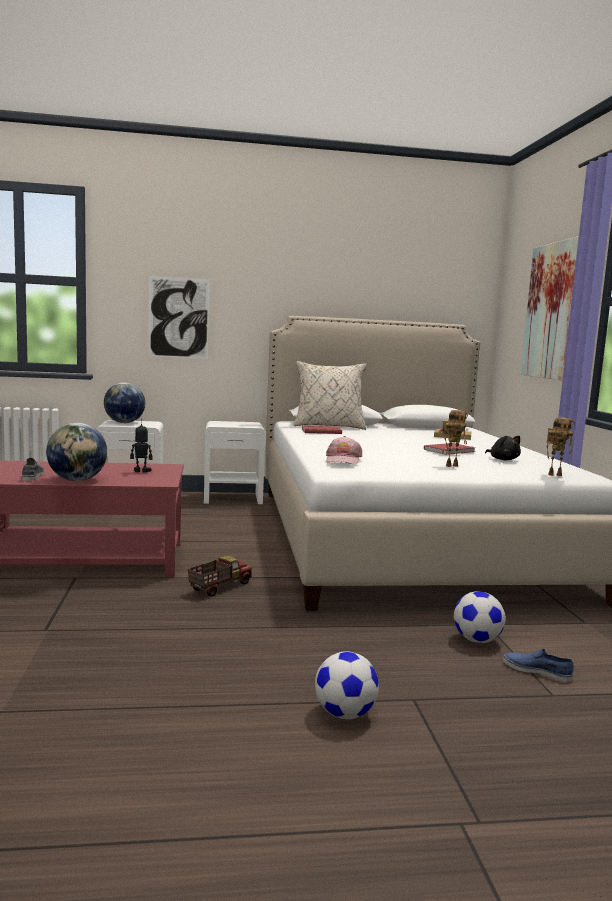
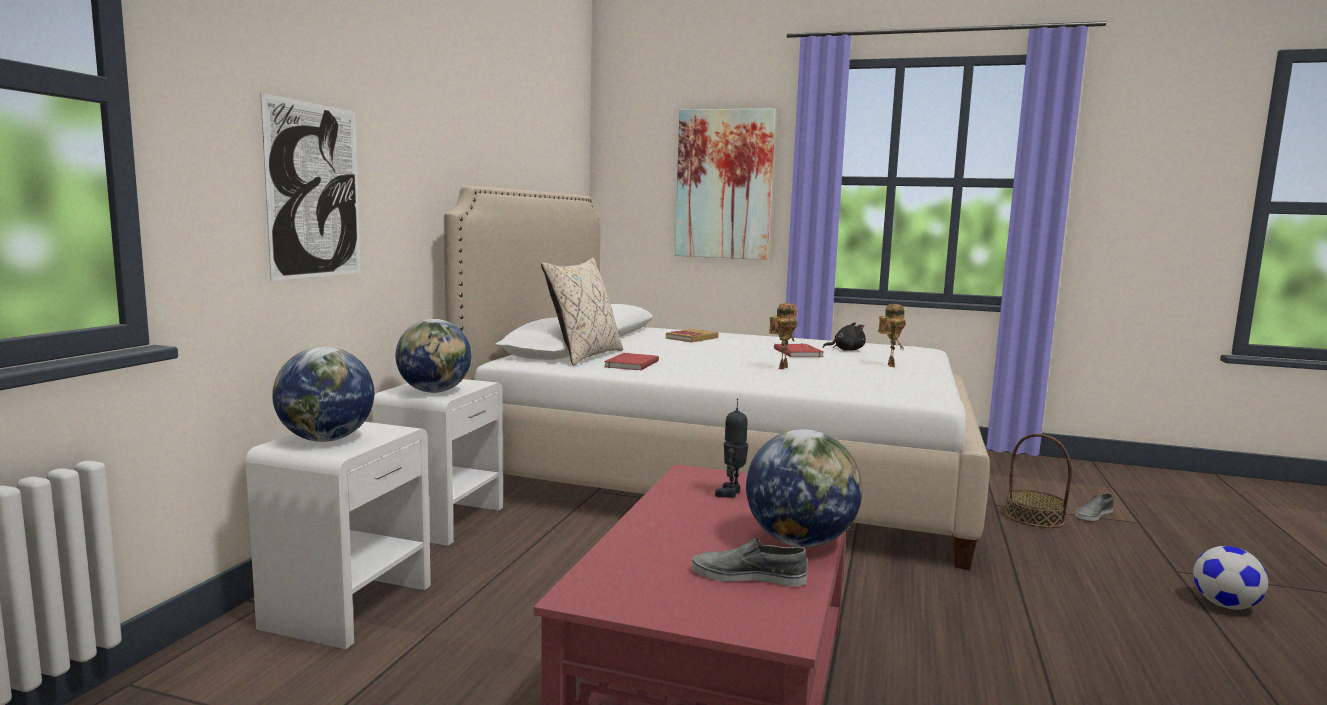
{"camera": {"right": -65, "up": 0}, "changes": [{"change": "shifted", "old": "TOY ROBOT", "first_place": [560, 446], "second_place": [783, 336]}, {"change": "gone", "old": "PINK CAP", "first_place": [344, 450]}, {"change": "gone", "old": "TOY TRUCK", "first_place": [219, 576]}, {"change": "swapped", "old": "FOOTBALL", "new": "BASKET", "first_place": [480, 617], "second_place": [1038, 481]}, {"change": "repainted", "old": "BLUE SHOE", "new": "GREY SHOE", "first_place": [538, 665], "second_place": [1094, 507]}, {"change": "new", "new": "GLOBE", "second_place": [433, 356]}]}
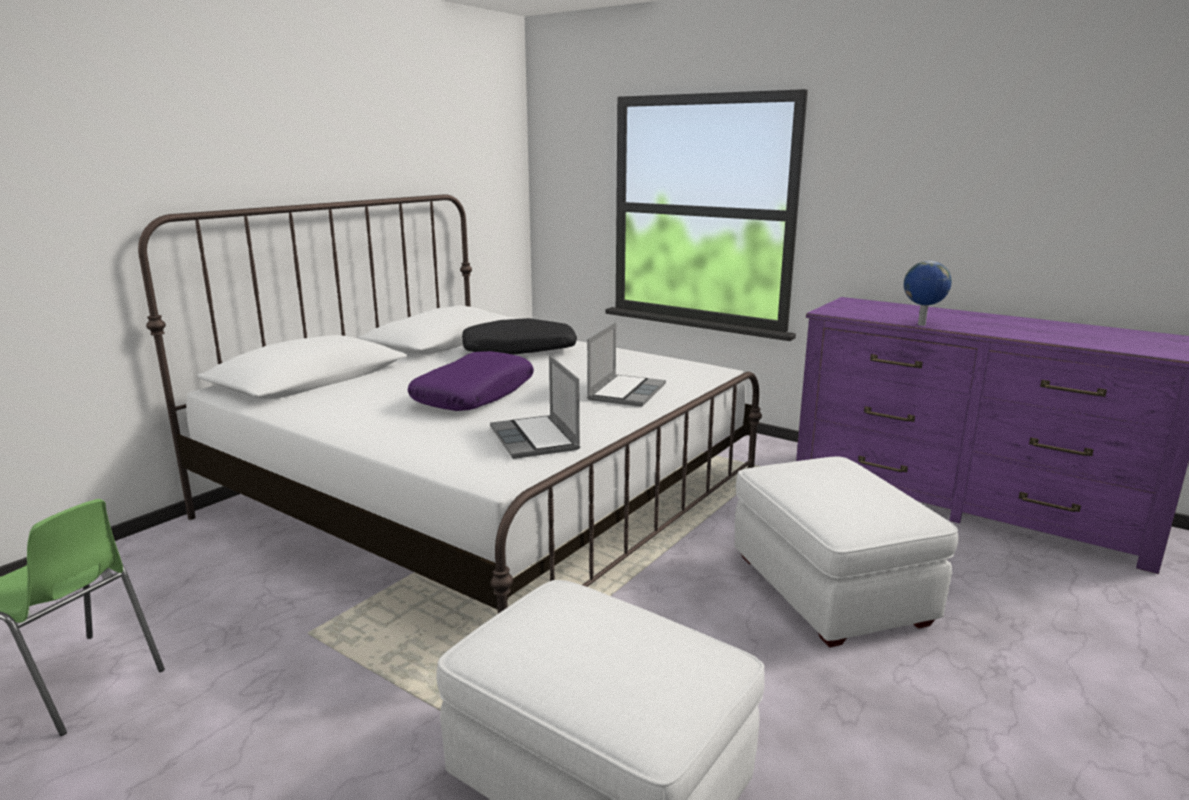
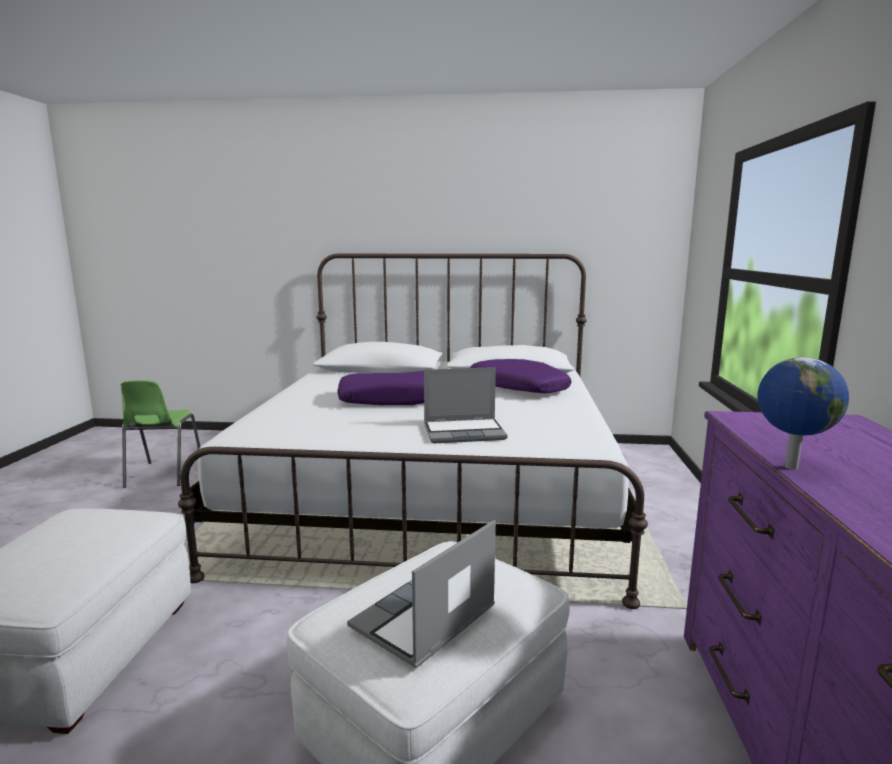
{"camera": {"right": 60, "up": -5}, "changes": [{"change": "repainted", "old": "BLACK PILLOW", "new": "PURPLE PILLOW", "first_place": [519, 336], "second_place": [520, 376]}, {"change": "shifted", "old": "LAPTOP", "first_place": [535, 407], "second_place": [421, 594]}]}
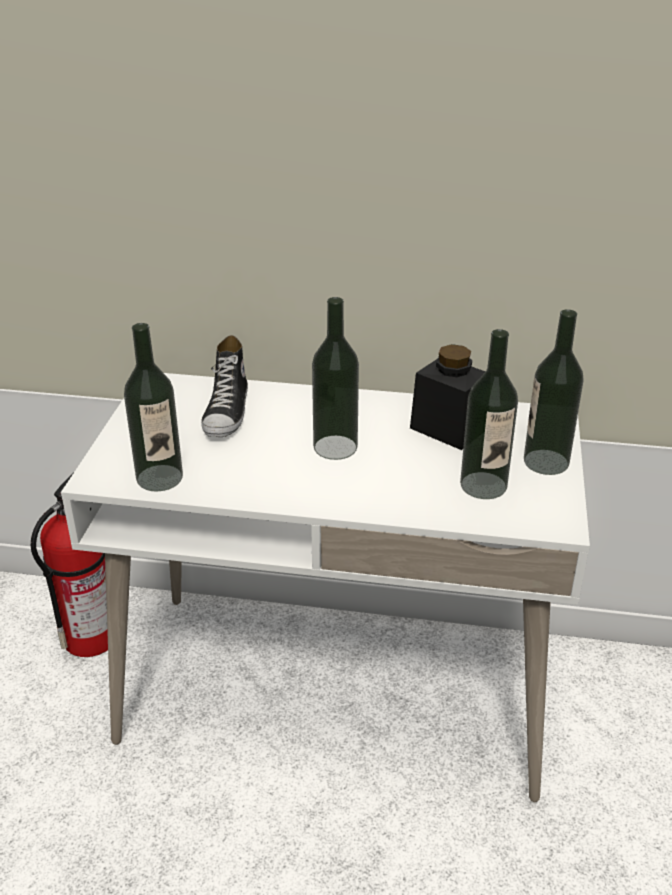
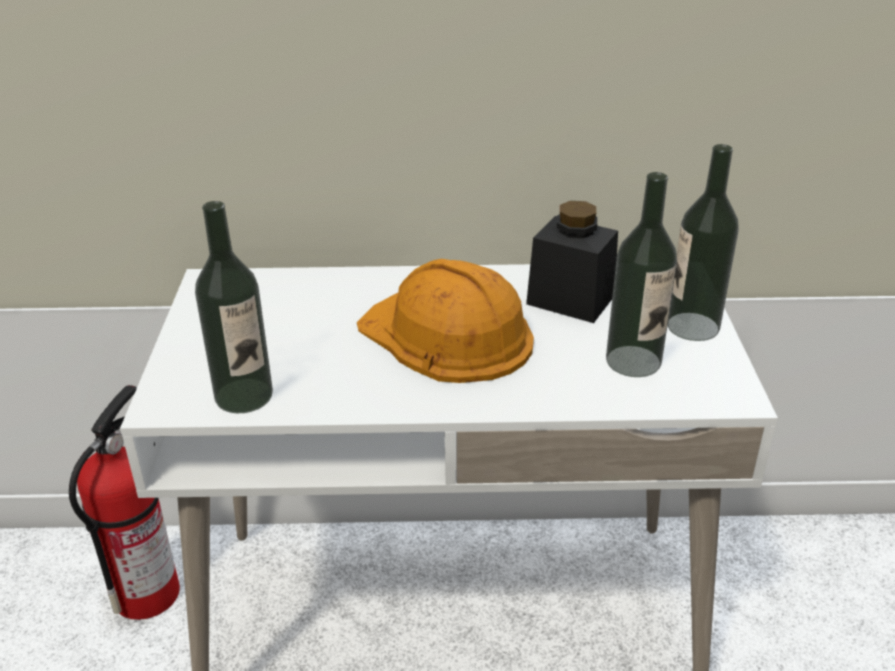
{"camera": {"right": -10, "up": 0}, "changes": [{"change": "swapped", "old": "BOTTLE", "new": "ORANGE HARD HAT", "first_place": [335, 378], "second_place": [445, 321]}, {"change": "gone", "old": "SHOE", "first_place": [224, 386]}]}
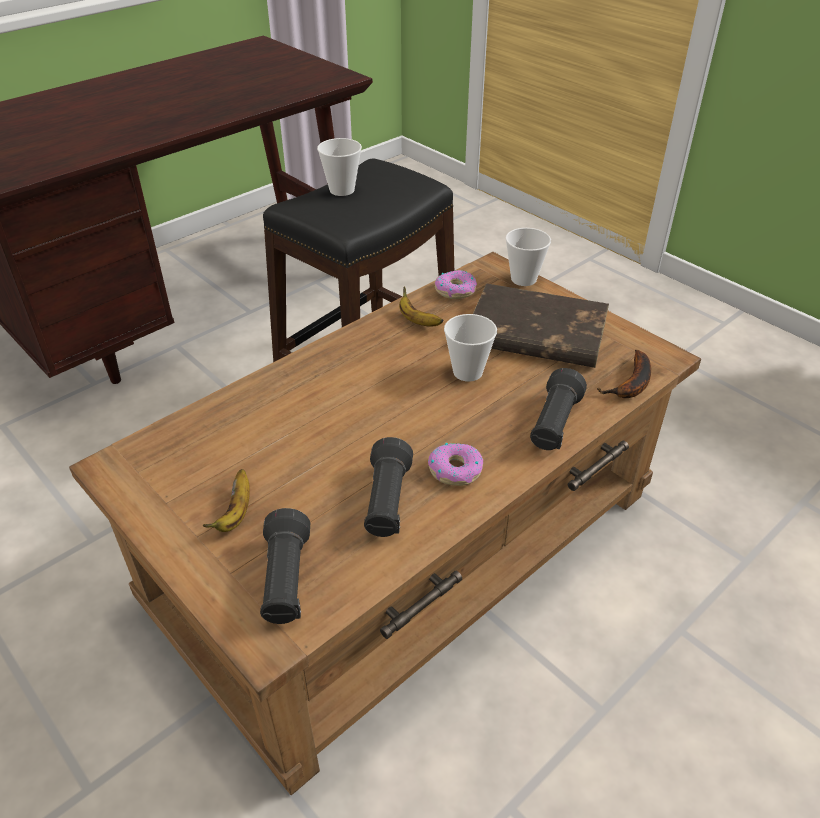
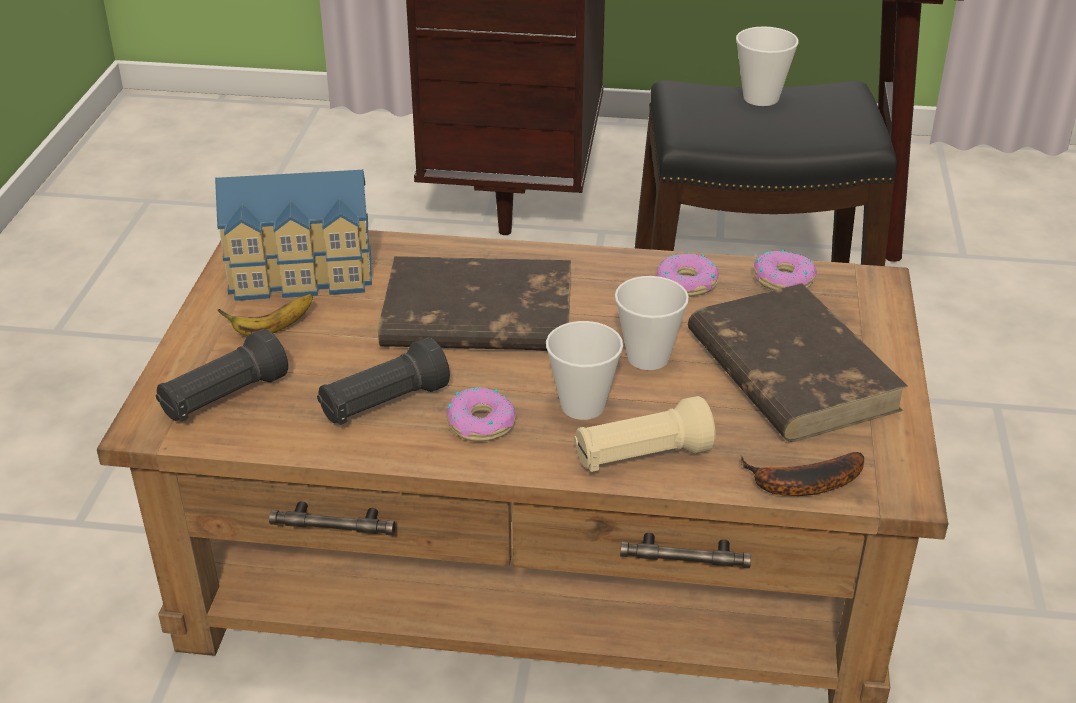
{"camera": {"right": 50, "up": -5}, "changes": [{"change": "shifted", "old": "CUP", "first_place": [528, 257], "second_place": [584, 370]}, {"change": "swapped", "old": "BANANA", "new": "DONUT", "first_place": [421, 307], "second_place": [688, 274]}, {"change": "repainted", "old": "BLACK FLASHLIGHT", "new": "BEIGE FLASHLIGHT", "first_place": [558, 409], "second_place": [645, 434]}, {"change": "new", "new": "TOY HOUSE", "second_place": [293, 235]}, {"change": "new", "new": "BROWN BOOK", "second_place": [474, 303]}]}
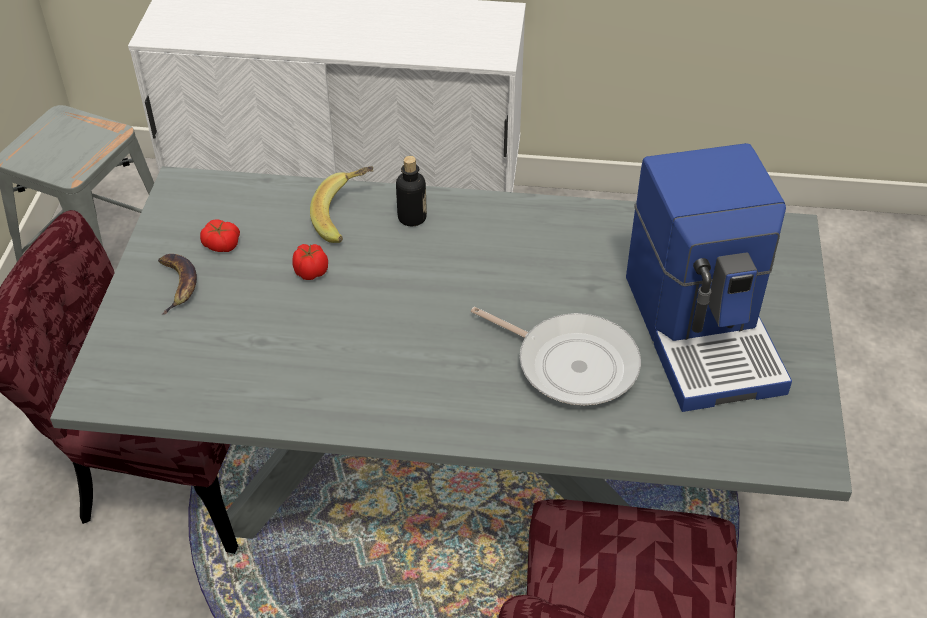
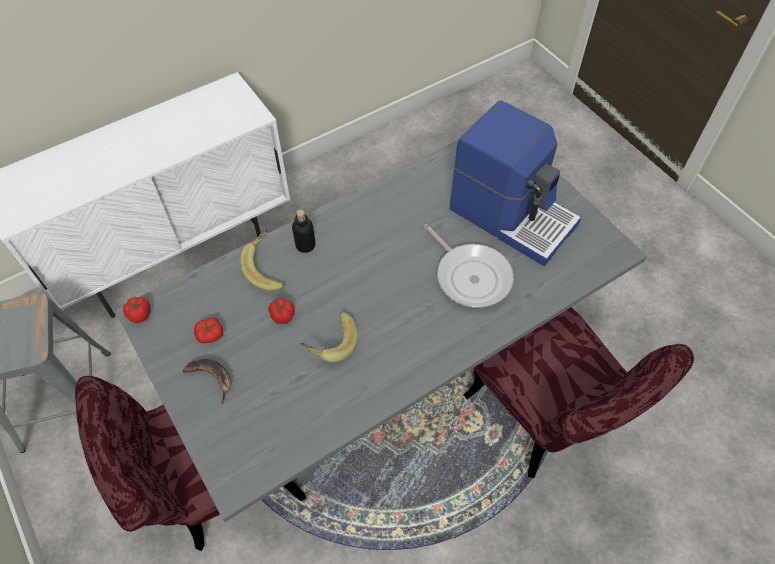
{"camera": {"right": -40, "up": 10}, "changes": [{"change": "rotated", "old": "FRYING PAN", "first_place": [556, 356], "second_place": [468, 265], "degrees": 60}, {"change": "new", "new": "TOMATO", "second_place": [136, 310]}, {"change": "new", "new": "BANANA", "second_place": [329, 337]}]}
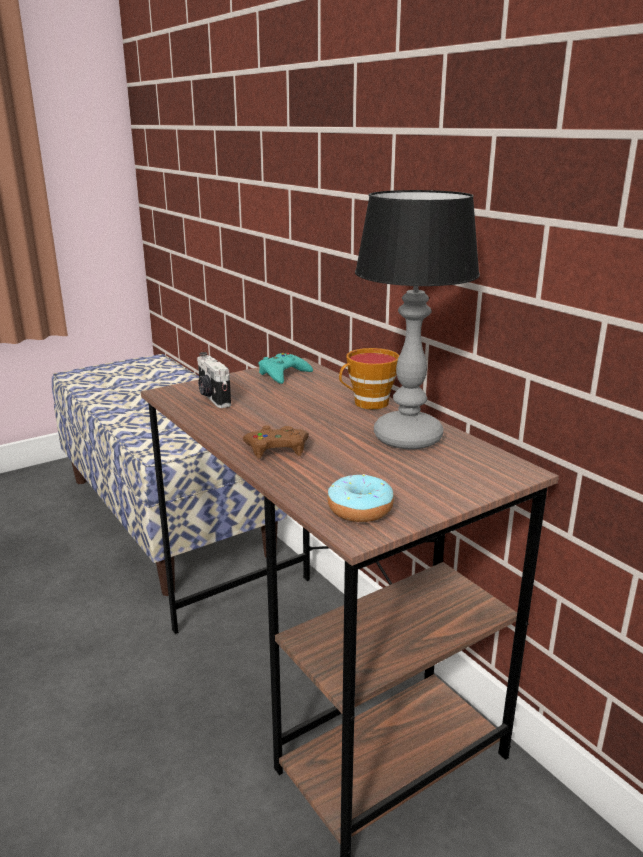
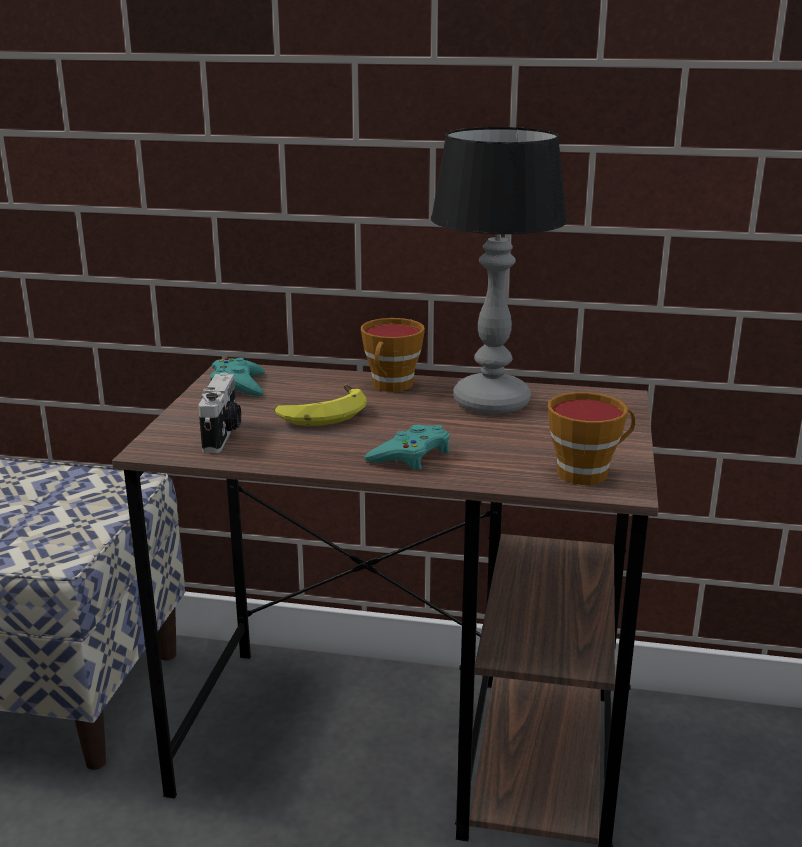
{"camera": {"right": -45, "up": 0}, "changes": [{"change": "rotated", "old": "PHOTO CAMERA", "first_place": [214, 380], "second_place": [219, 413], "degrees": -105}, {"change": "repainted", "old": "BROWN GAME CONTROLLER", "new": "TURQUOISE GAME CONTROLLER", "first_place": [276, 442], "second_place": [407, 447]}, {"change": "swapped", "old": "DONUT", "new": "CUP", "first_place": [360, 498], "second_place": [591, 438]}, {"change": "new", "new": "BANANA", "second_place": [320, 405]}]}
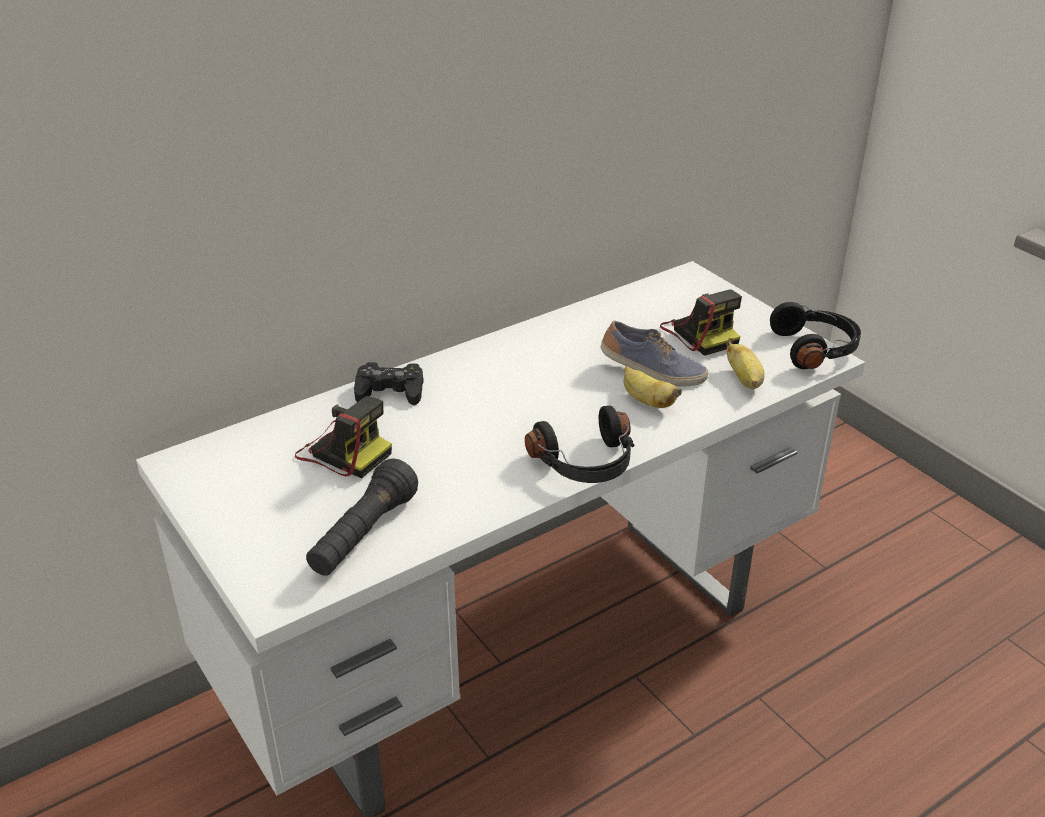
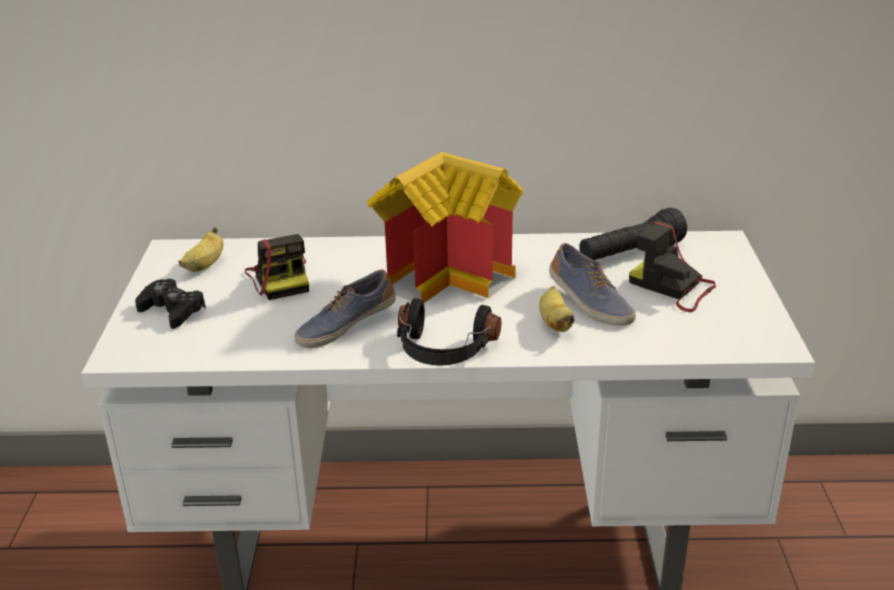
{"camera": {"right": 35, "up": -5}, "changes": [{"change": "rotated", "old": "PHOTO CAMERA", "first_place": [701, 322], "second_place": [672, 266], "degrees": 120}, {"change": "gone", "old": "BLACK HEADPHONES", "first_place": [815, 335]}, {"change": "shifted", "old": "BANANA", "first_place": [745, 363], "second_place": [200, 249]}, {"change": "shifted", "old": "BLACK GAME CONTROLLER", "first_place": [389, 383], "second_place": [170, 304]}, {"change": "shifted", "old": "BLACK FLASHLIGHT", "first_place": [362, 517], "second_place": [633, 234]}, {"change": "new", "new": "TOY HOUSE", "second_place": [445, 227]}, {"change": "new", "new": "SHOE", "second_place": [345, 308]}]}
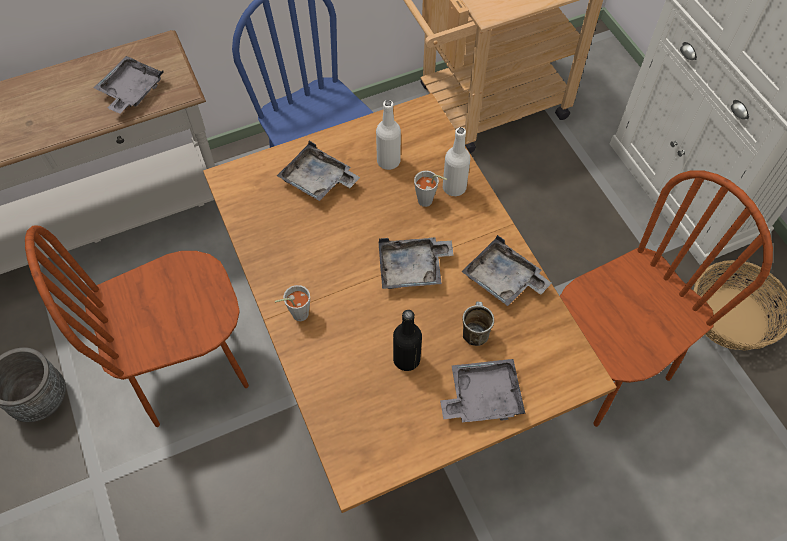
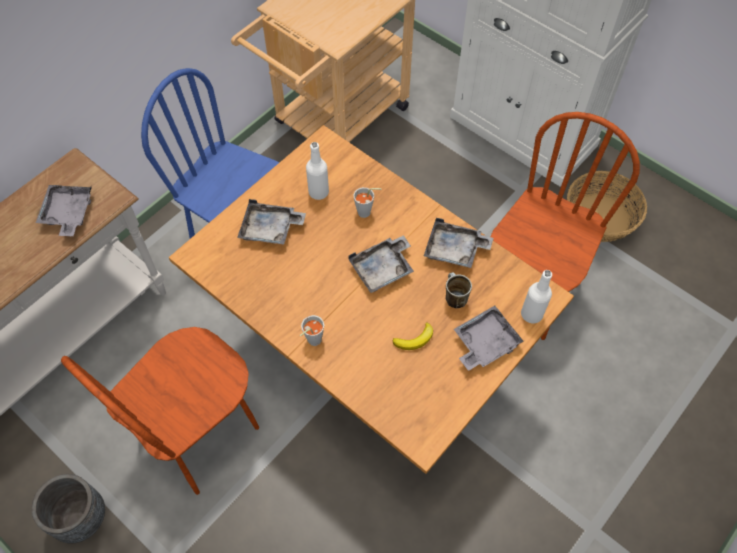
{"camera": {"right": -25, "up": 0}, "changes": [{"change": "shifted", "old": "WHITE BOTTLE", "first_place": [456, 161], "second_place": [536, 296]}, {"change": "swapped", "old": "BLACK BOTTLE", "new": "BANANA", "first_place": [407, 340], "second_place": [413, 336]}]}
